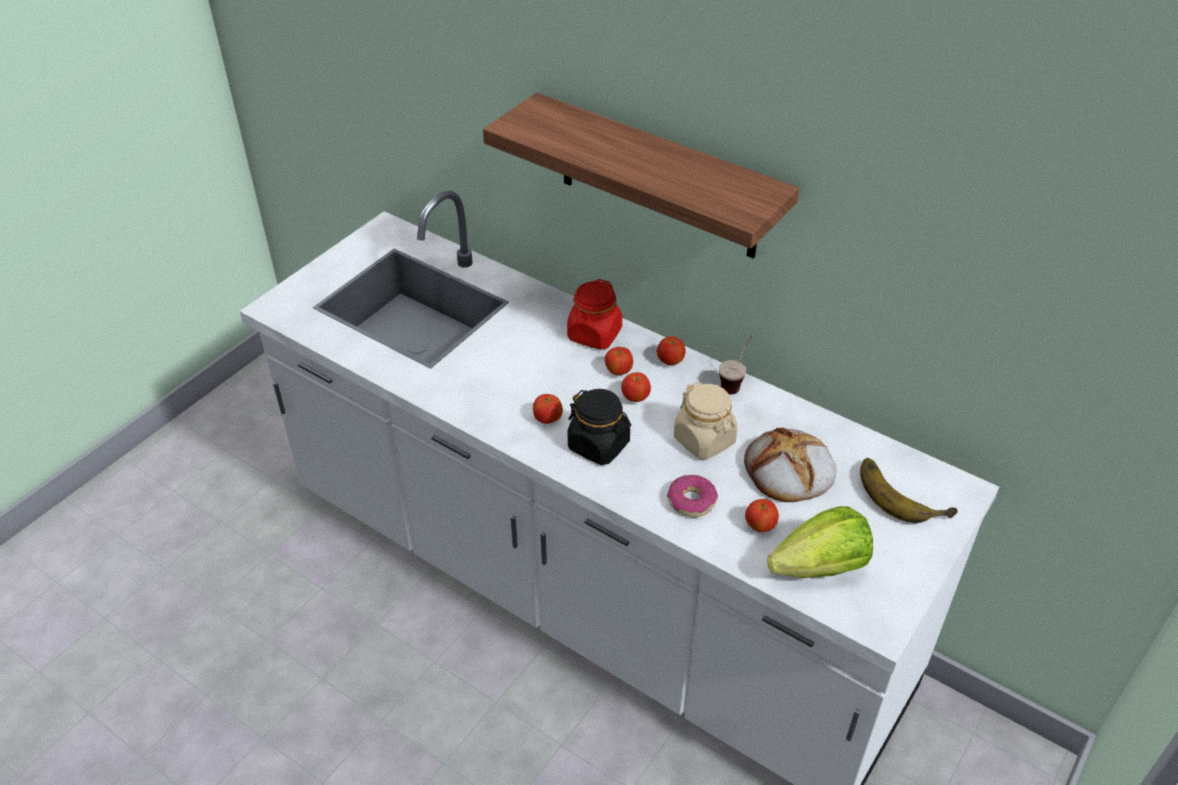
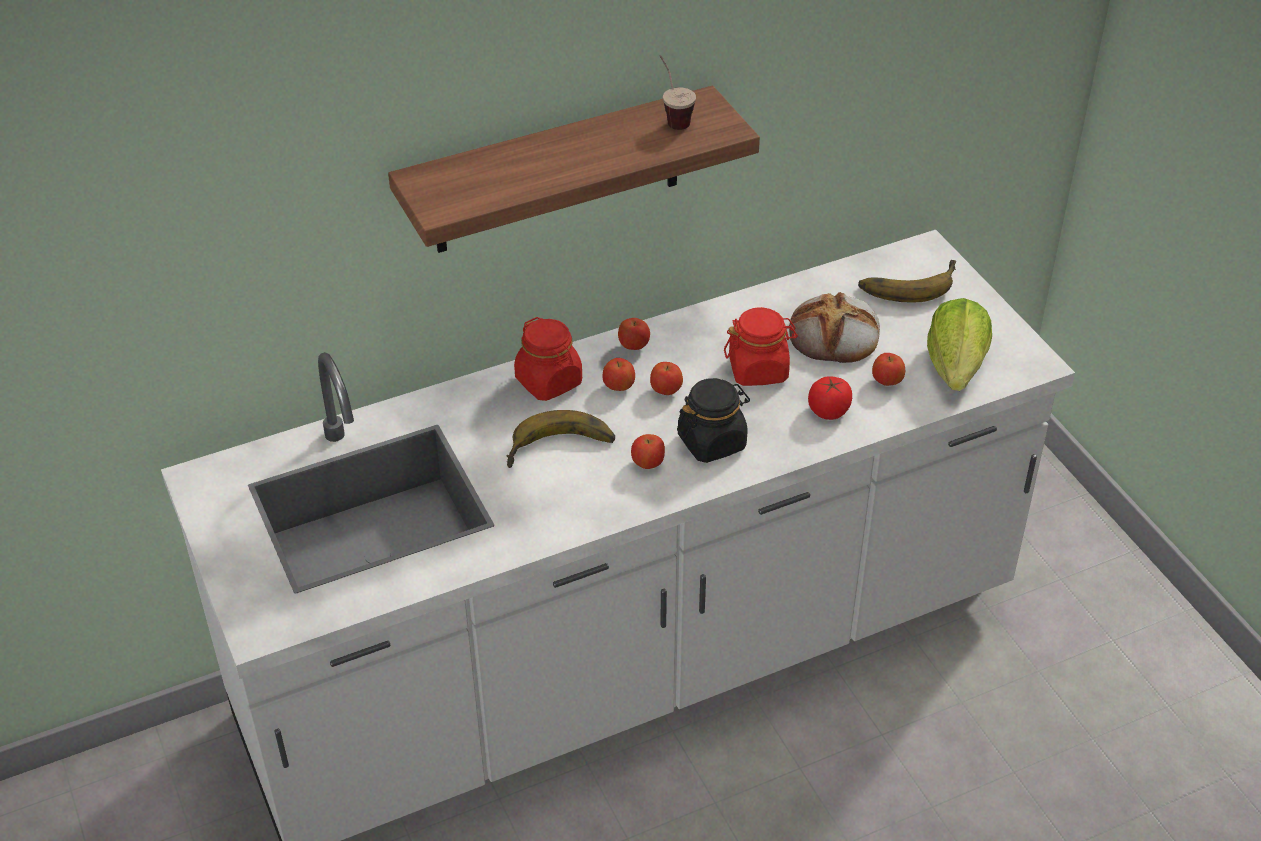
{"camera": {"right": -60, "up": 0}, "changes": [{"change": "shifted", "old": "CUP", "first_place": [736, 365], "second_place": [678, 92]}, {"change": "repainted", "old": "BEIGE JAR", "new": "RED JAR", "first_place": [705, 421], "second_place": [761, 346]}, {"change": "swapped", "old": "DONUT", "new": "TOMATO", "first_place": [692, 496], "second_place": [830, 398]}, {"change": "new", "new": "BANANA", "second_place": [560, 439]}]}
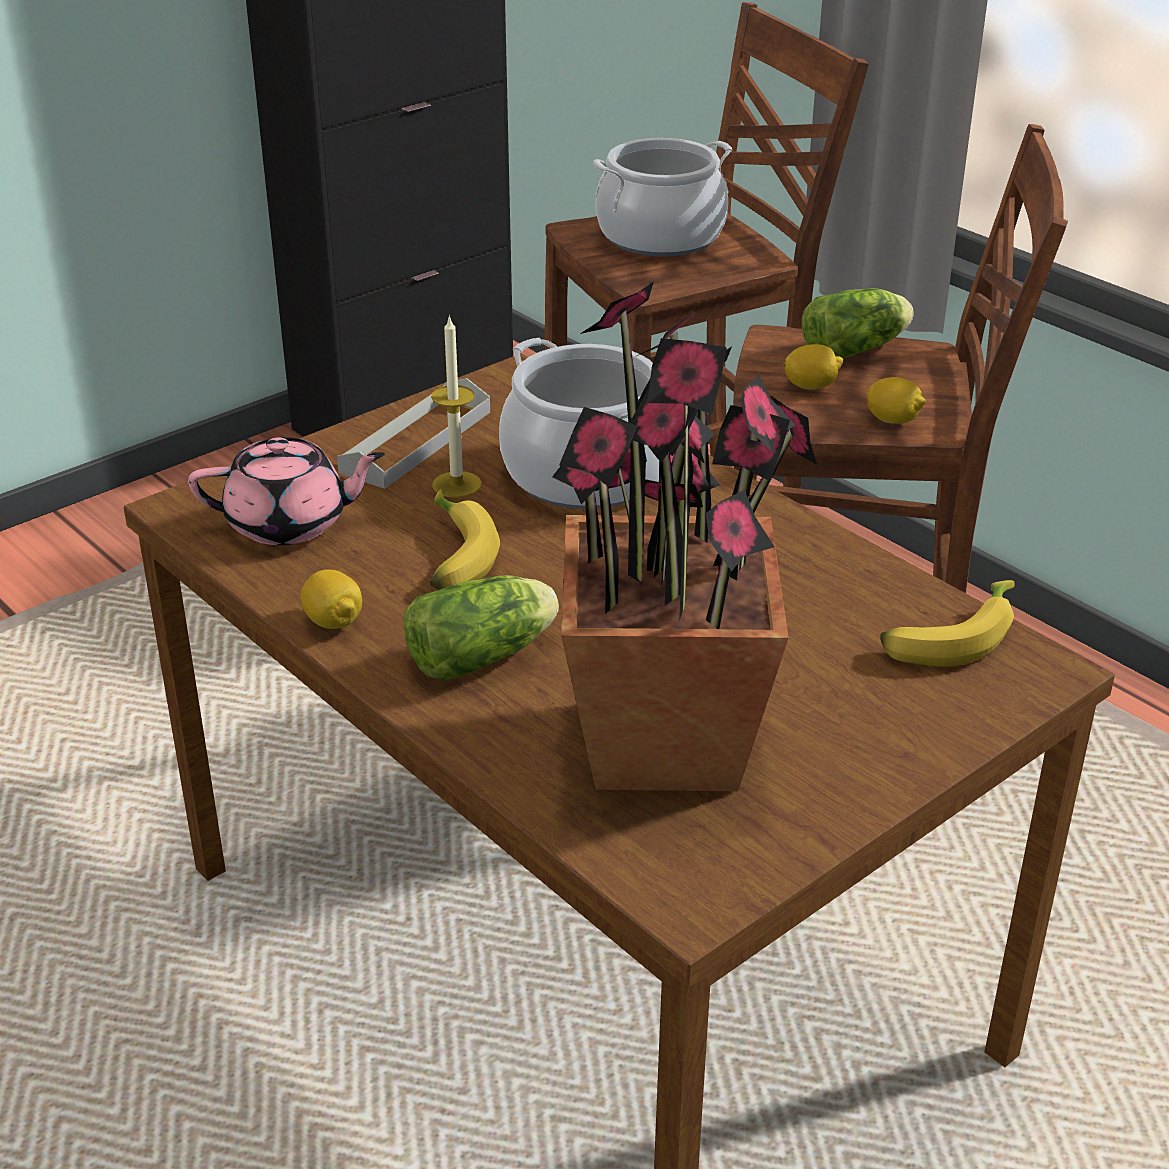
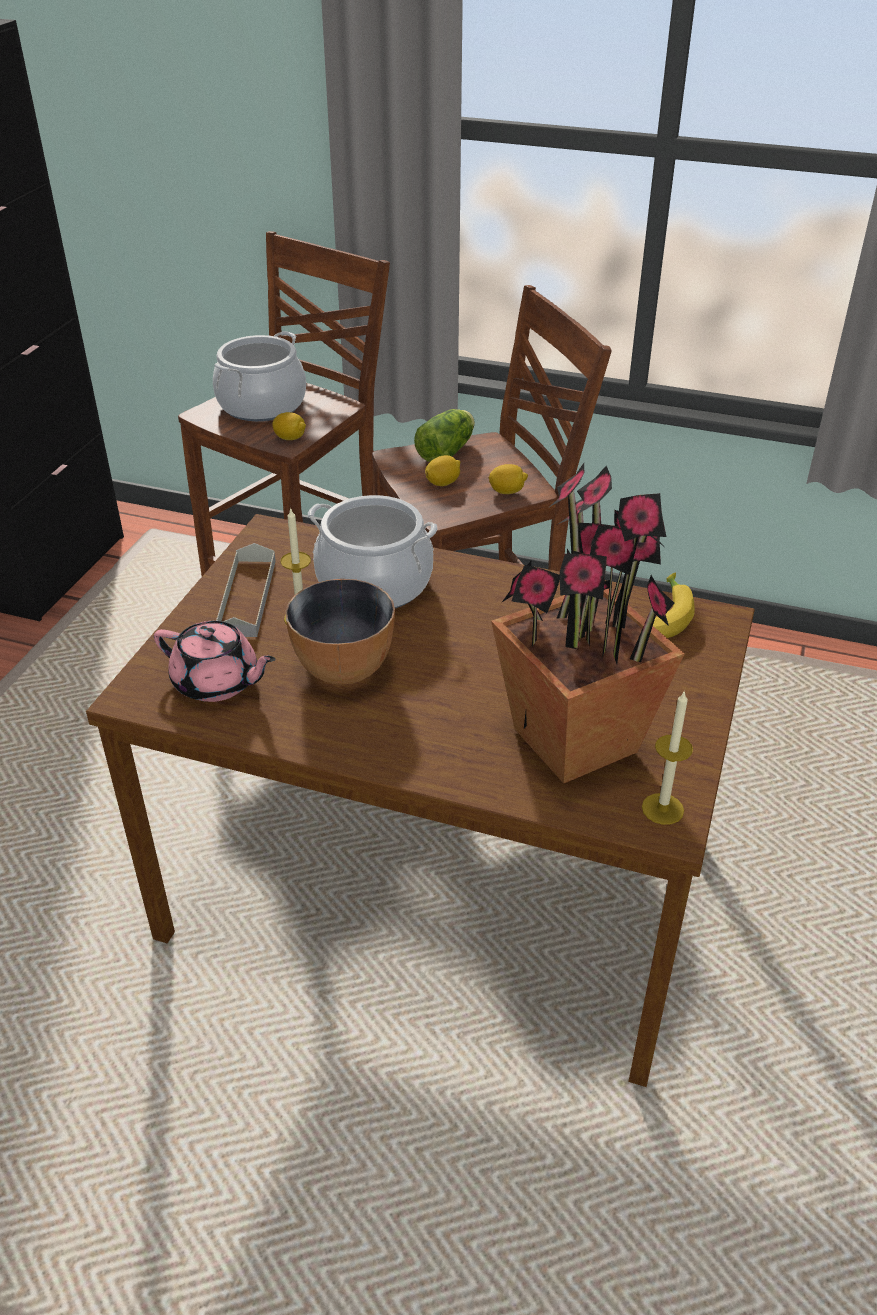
{"camera": {"right": -30, "up": 5}, "changes": [{"change": "rotated", "old": "PINK TEAPOT", "first_place": [286, 491], "second_place": [215, 661], "degrees": 60}, {"change": "swapped", "old": "BANANA", "new": "BOWL", "first_place": [465, 539], "second_place": [340, 632]}, {"change": "shifted", "old": "LEMON", "first_place": [331, 599], "second_place": [289, 426]}, {"change": "gone", "old": "LETTUCE", "first_place": [481, 627]}, {"change": "new", "new": "CANDLE", "second_place": [667, 757]}]}
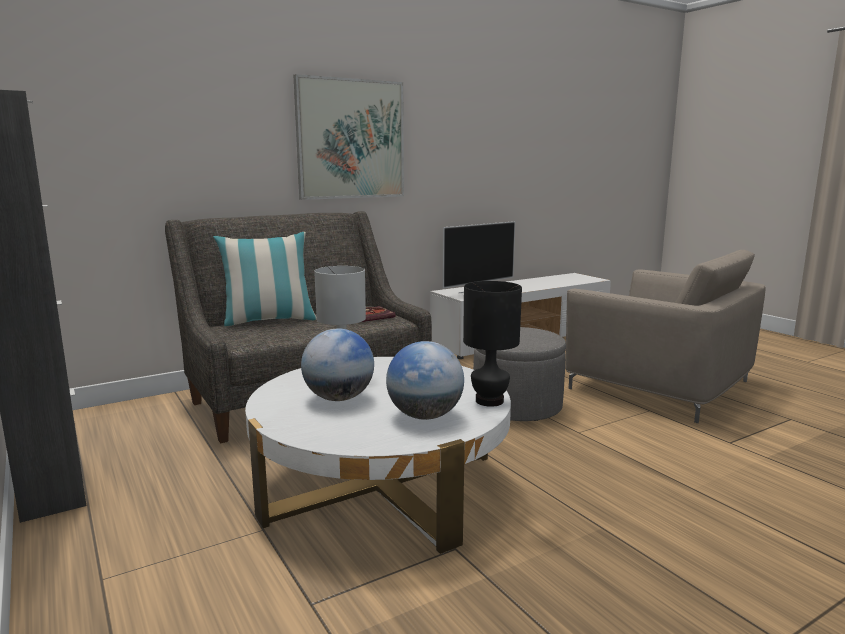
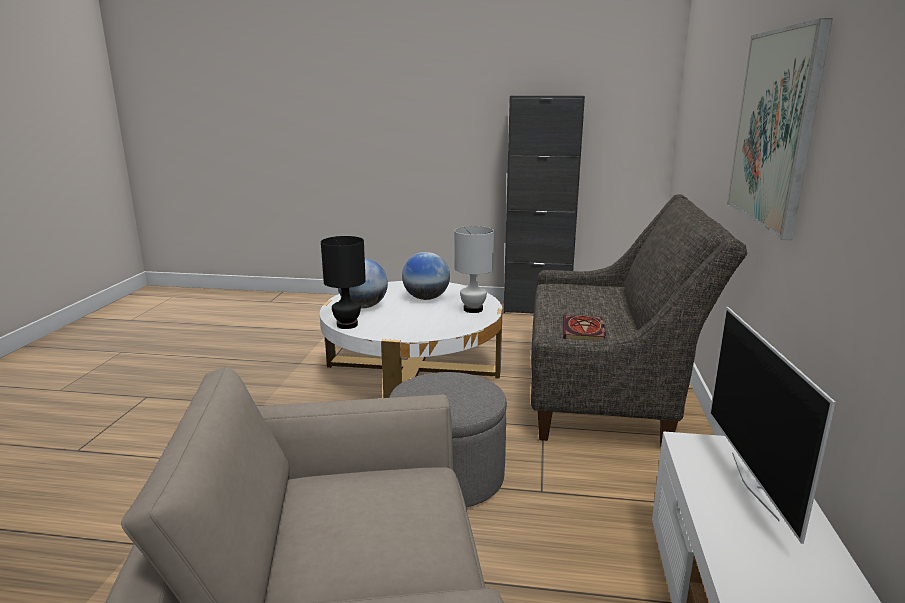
{"camera": {"right": 130, "up": 5}, "changes": [{"change": "gone", "old": "PILLOW", "first_place": [265, 279]}]}
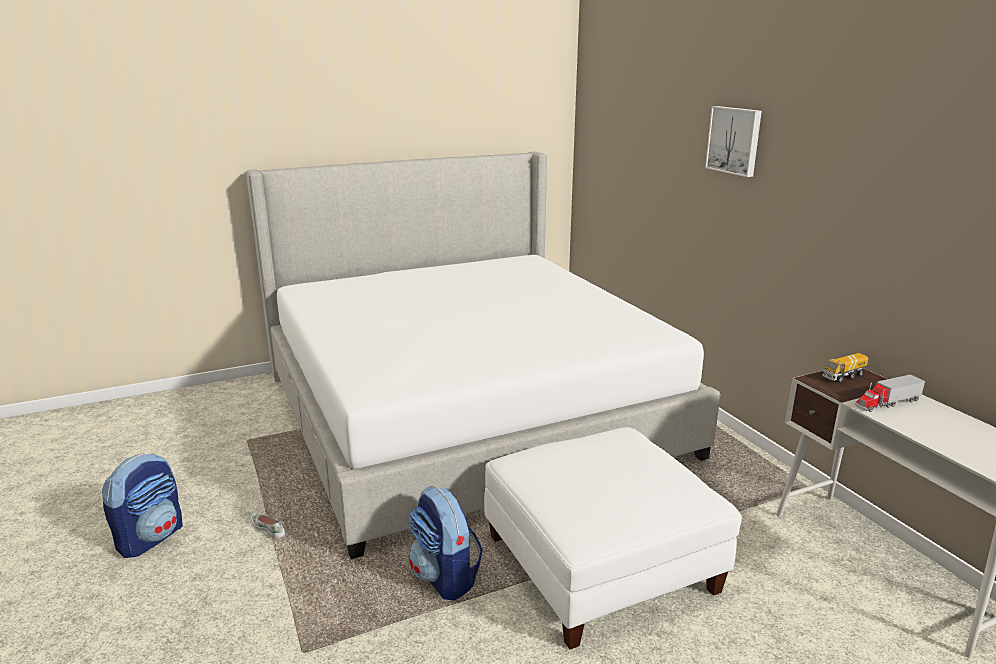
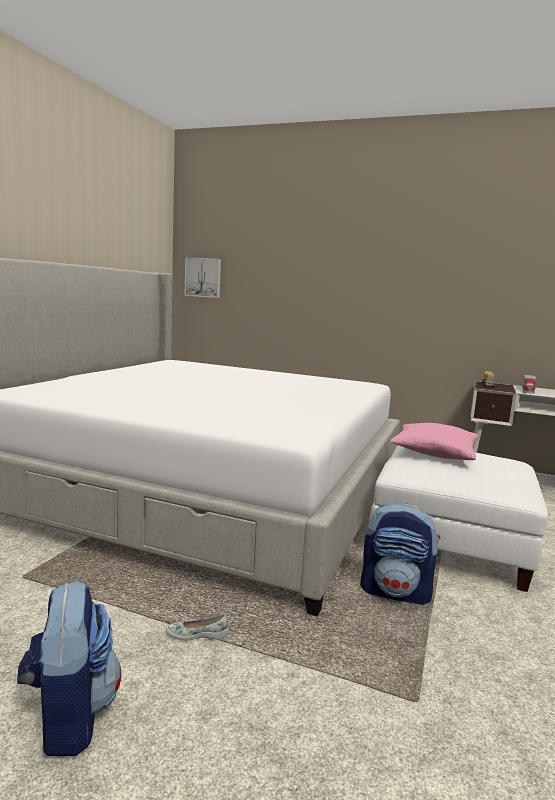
{"camera": {"right": -45, "up": -10}, "changes": [{"change": "shifted", "old": "PICTURE", "first_place": [733, 141], "second_place": [202, 278]}, {"change": "new", "new": "PINK PILLOW", "second_place": [434, 441]}]}
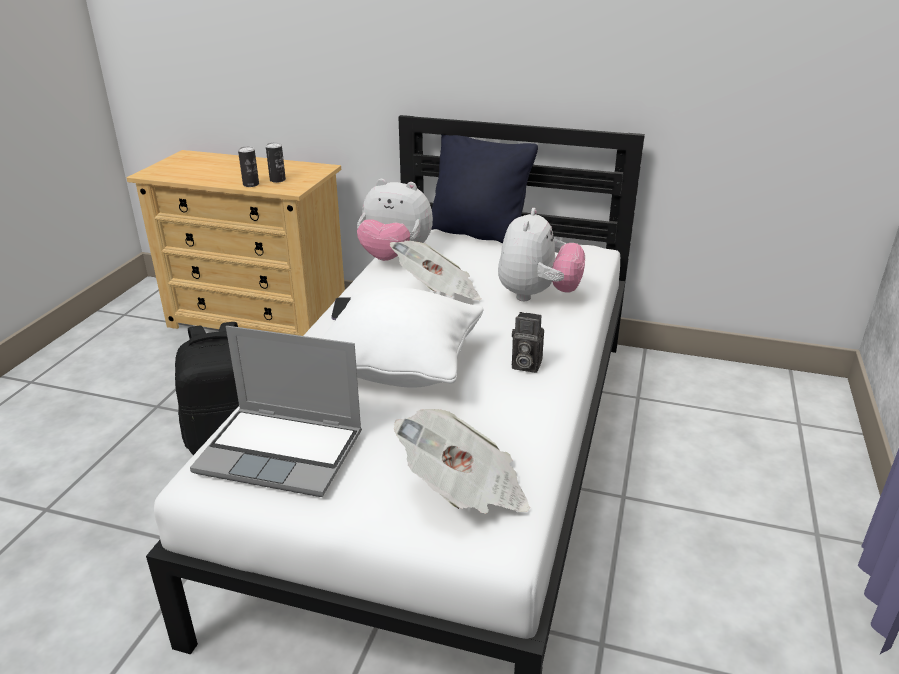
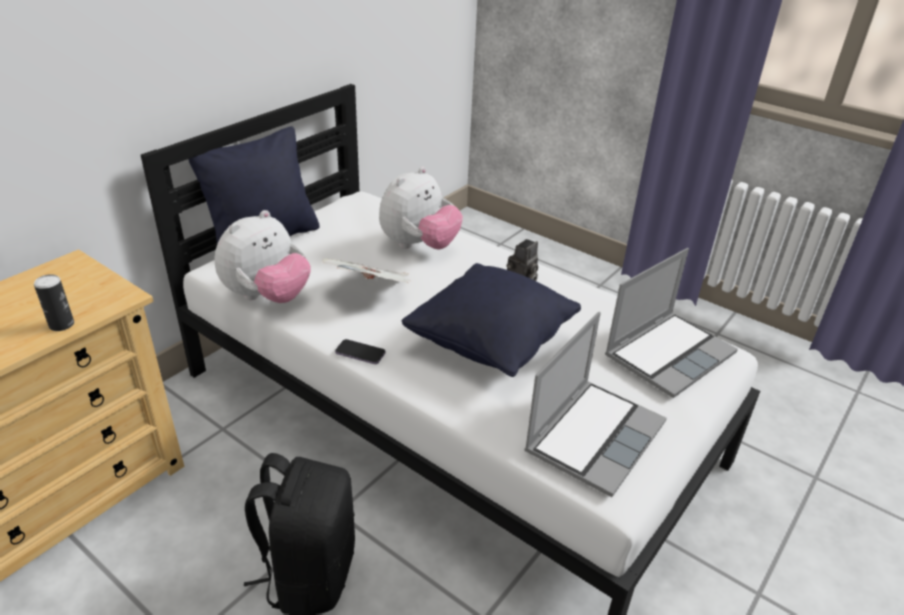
{"camera": {"right": -70, "up": 5}, "changes": [{"change": "gone", "old": "CAN", "first_place": [276, 163]}, {"change": "rotated", "old": "PLUSH TOY", "first_place": [541, 254], "second_place": [421, 208], "degrees": 90}, {"change": "repainted", "old": "WHITE PILLOW", "new": "BLACK PILLOW", "first_place": [402, 338], "second_place": [491, 320]}, {"change": "swapped", "old": "NEWSPAPER", "new": "LAPTOP", "first_place": [462, 461], "second_place": [671, 323]}]}
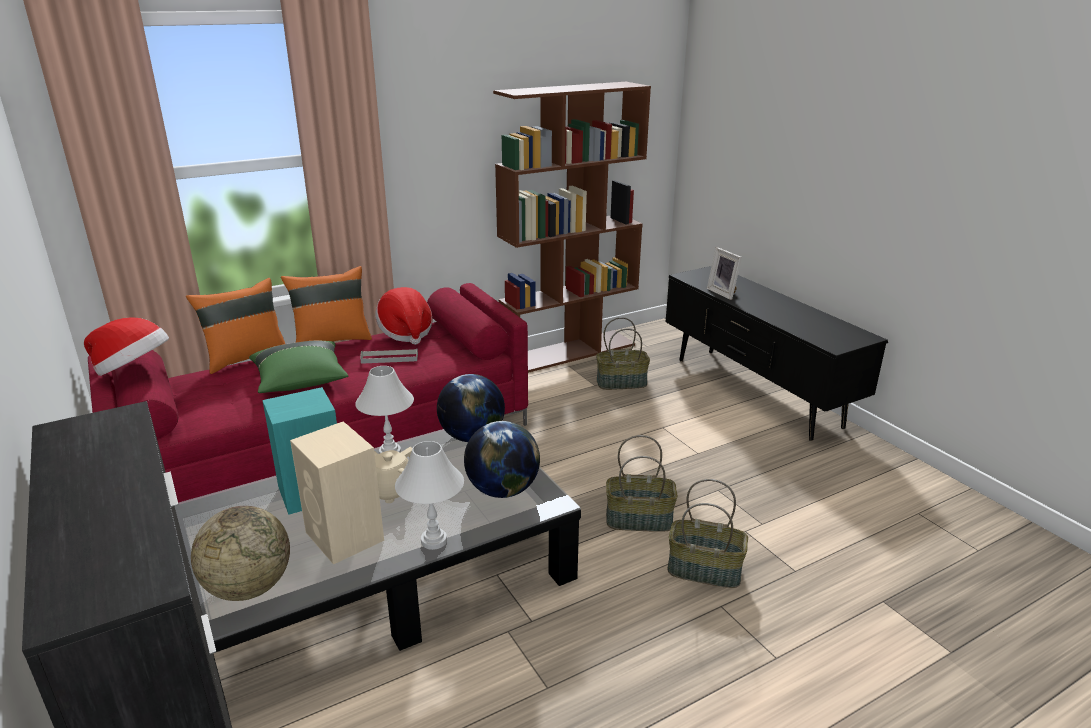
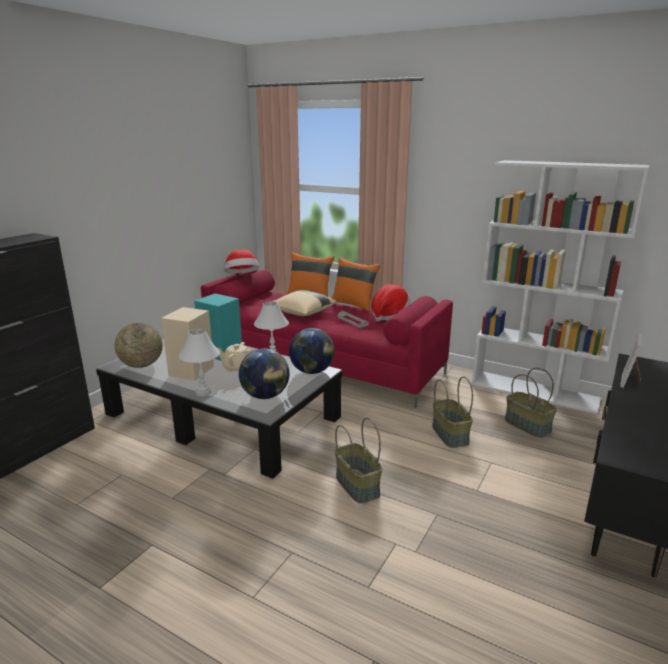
{"camera": {"right": 60, "up": -5}, "changes": [{"change": "repainted", "old": "BROWN BOOKCASE", "new": "WHITE BOOKCASE", "first_place": [572, 227], "second_place": [561, 287]}, {"change": "repainted", "old": "GREEN PILLOW", "new": "BEIGE PILLOW", "first_place": [298, 367], "second_place": [304, 303]}, {"change": "shifted", "old": "BASKET", "first_place": [707, 533], "second_place": [452, 412]}]}
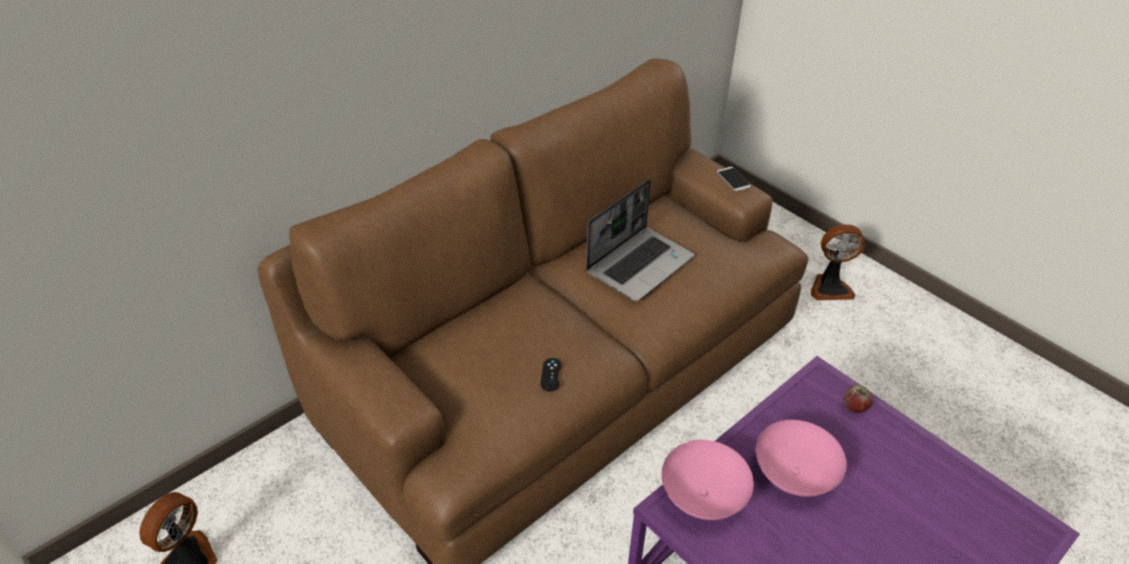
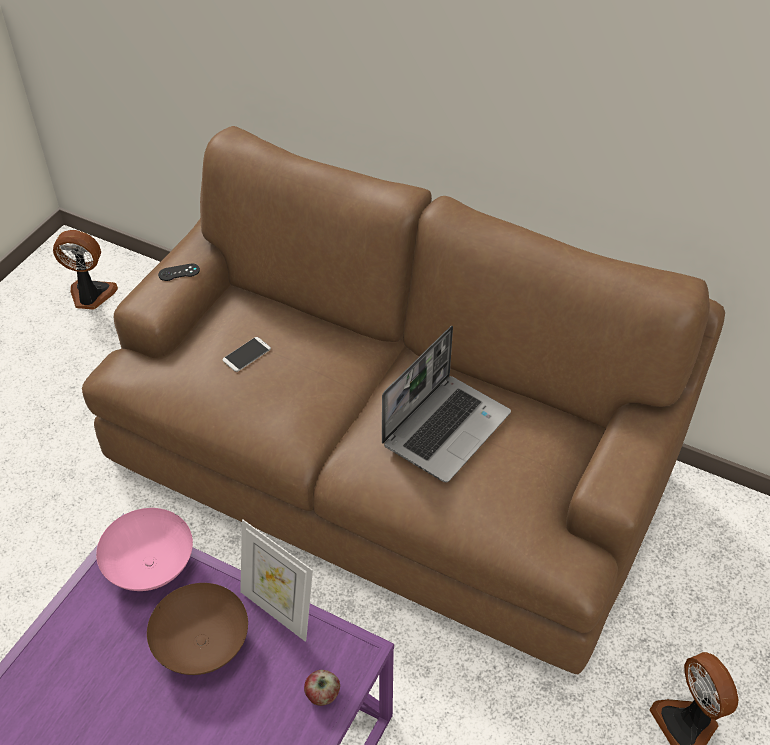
{"camera": {"right": 70, "up": 5}, "changes": [{"change": "shifted", "old": "PHONE", "first_place": [734, 179], "second_place": [247, 354]}, {"change": "rotated", "old": "LAPTOP", "first_place": [640, 240], "second_place": [446, 404], "degrees": -75}, {"change": "shifted", "old": "BLACK GAME CONTROLLER", "first_place": [551, 375], "second_place": [179, 272]}, {"change": "repainted", "old": "PINK BOWL", "new": "BROWN BOWL", "first_place": [801, 458], "second_place": [197, 629]}, {"change": "new", "new": "PICTURE FRAME", "second_place": [276, 581]}]}
